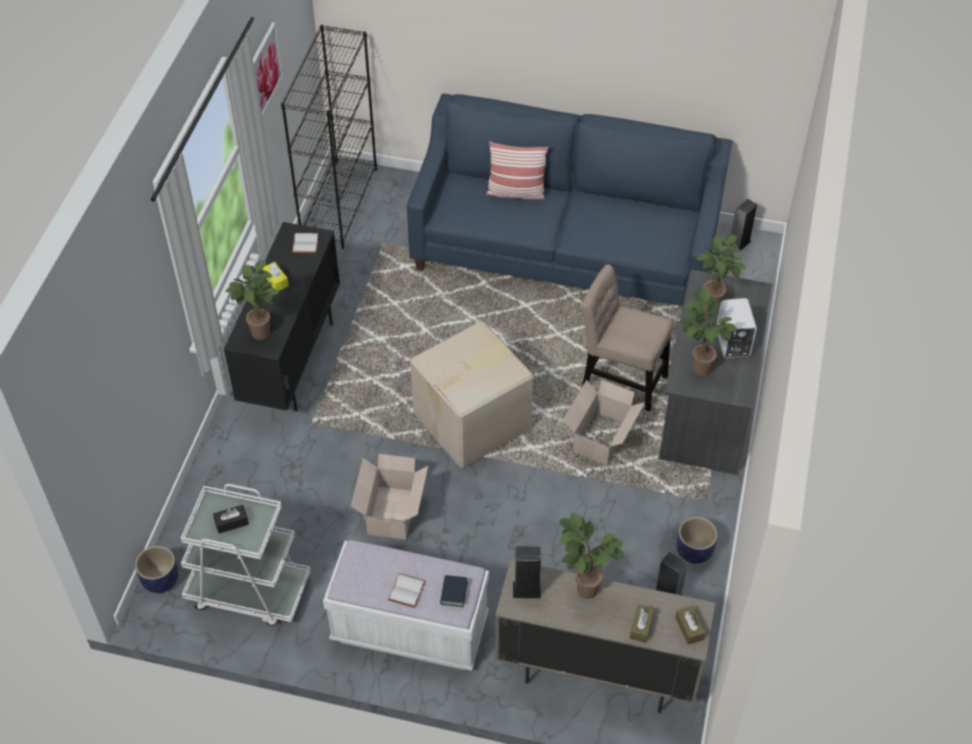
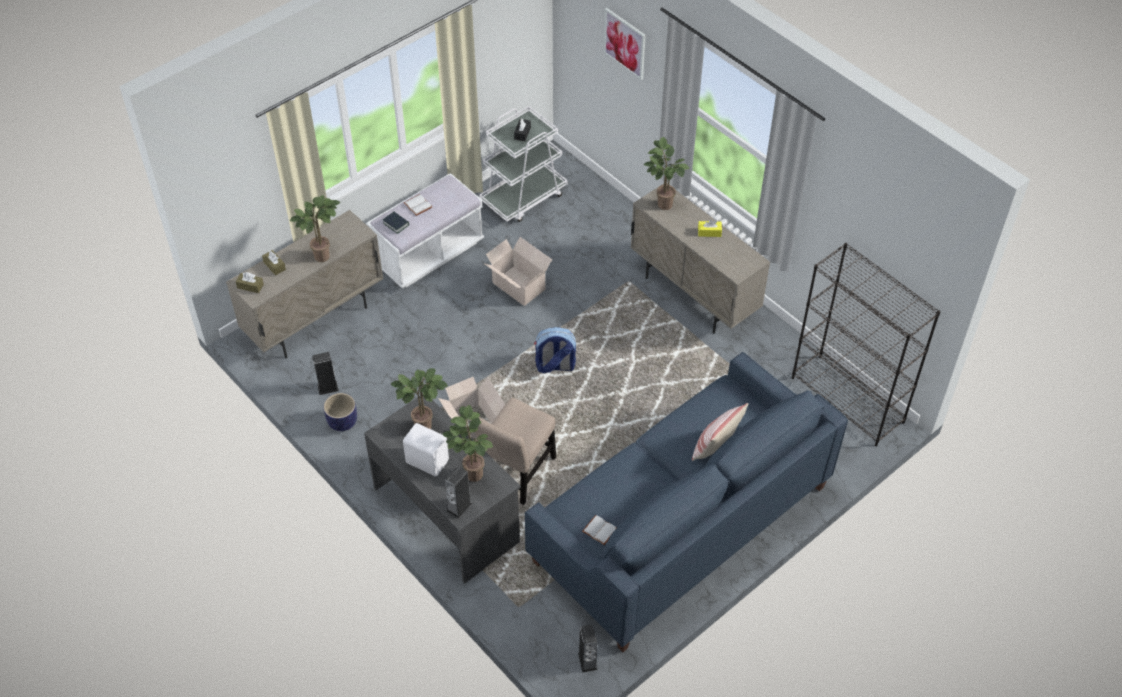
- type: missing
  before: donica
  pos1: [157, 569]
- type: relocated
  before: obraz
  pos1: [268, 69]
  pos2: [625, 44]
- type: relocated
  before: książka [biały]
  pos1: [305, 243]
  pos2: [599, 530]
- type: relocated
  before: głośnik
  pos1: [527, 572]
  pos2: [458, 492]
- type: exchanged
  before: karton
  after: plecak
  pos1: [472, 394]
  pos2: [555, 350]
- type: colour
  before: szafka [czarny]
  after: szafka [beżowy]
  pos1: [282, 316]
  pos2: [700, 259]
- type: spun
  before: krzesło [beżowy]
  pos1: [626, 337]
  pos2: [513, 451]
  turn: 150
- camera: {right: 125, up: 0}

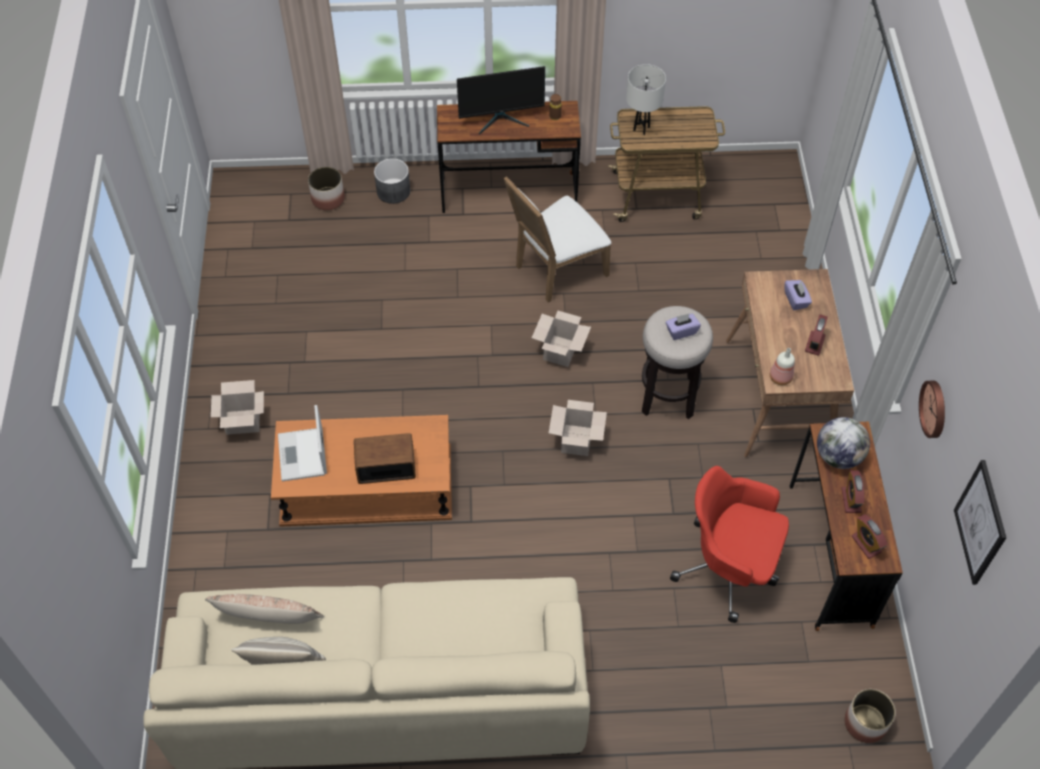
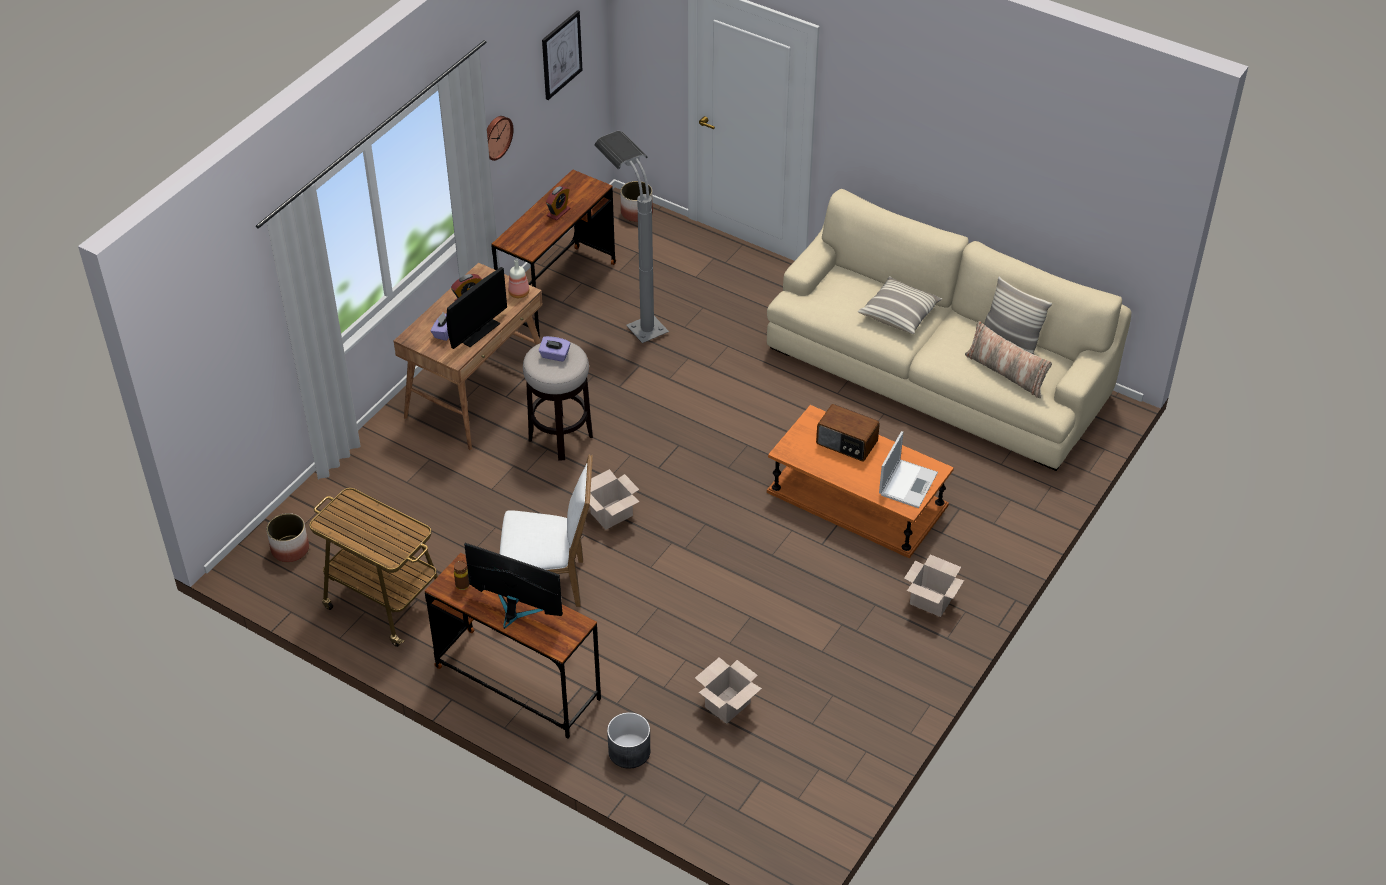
- type: missing
  before: lampa stołowa [biały]
  pos1: [646, 99]
- type: missing
  before: globus
  pos1: [843, 443]
- type: missing
  before: budzik
  pos1: [869, 536]
- type: appeared
  after: monitor
  pos2: [476, 308]
- type: appeared
  after: poduszka
  pos2: [900, 305]
- type: relocated
  before: donica
  pos1: [326, 188]
  pos2: [287, 537]
- type: relocated
  before: karton
  pos1: [578, 428]
  pos2: [728, 690]
- type: exchanged
  before: krzesło biurowe [czerwony]
  after: lampa stojąca [szary]
  pos1: [729, 544]
  pos2: [631, 237]
- camera: {right: -145, up: -10}

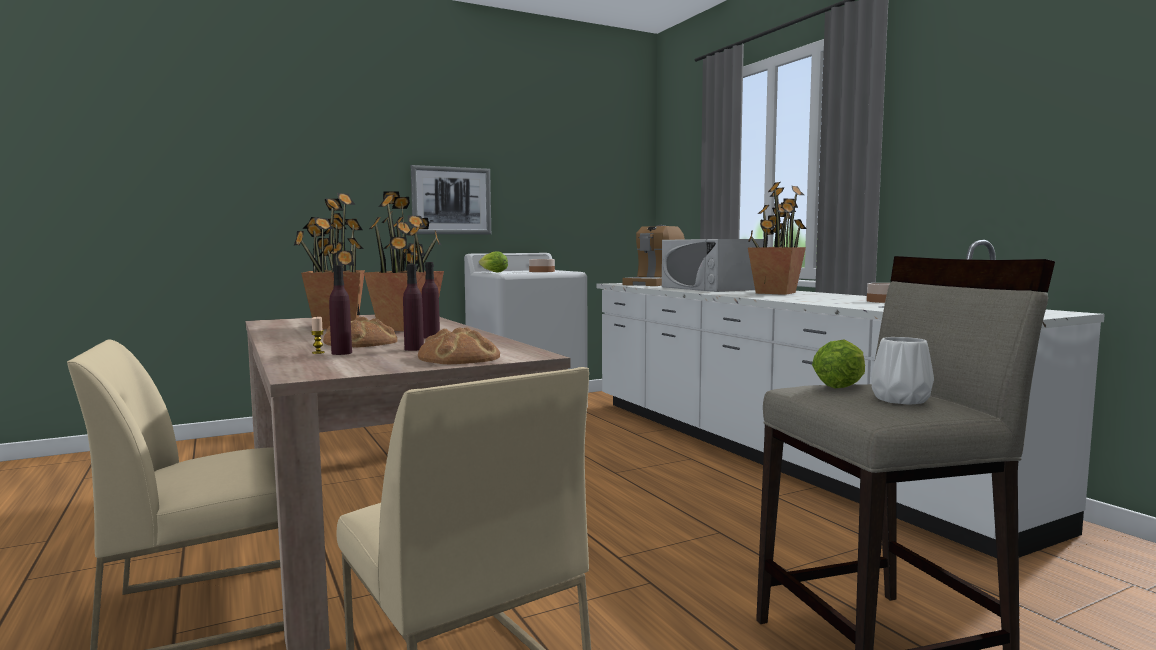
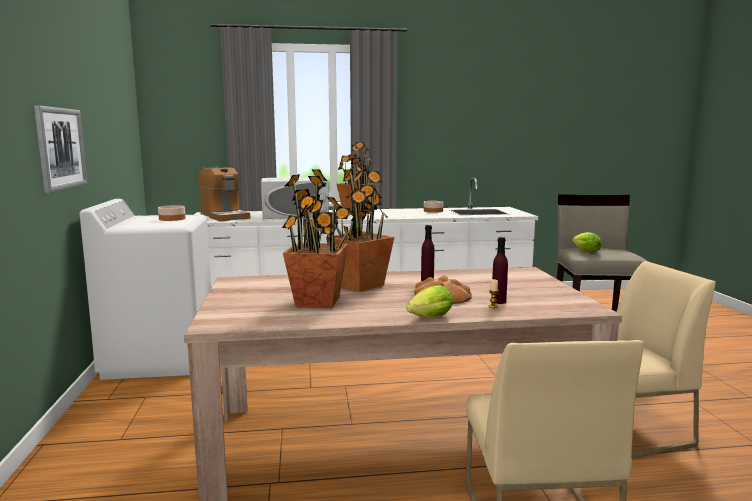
- type: missing
  before: butelka [fioletowy]
  pos1: [413, 307]
- type: missing
  before: chleb
  pos1: [459, 345]
- type: missing
  before: wazon [biały]
  pos1: [902, 371]
- type: relocated
  before: sałata
  pos1: [493, 262]
  pos2: [429, 301]
- camera: {right: -70, up: 5}

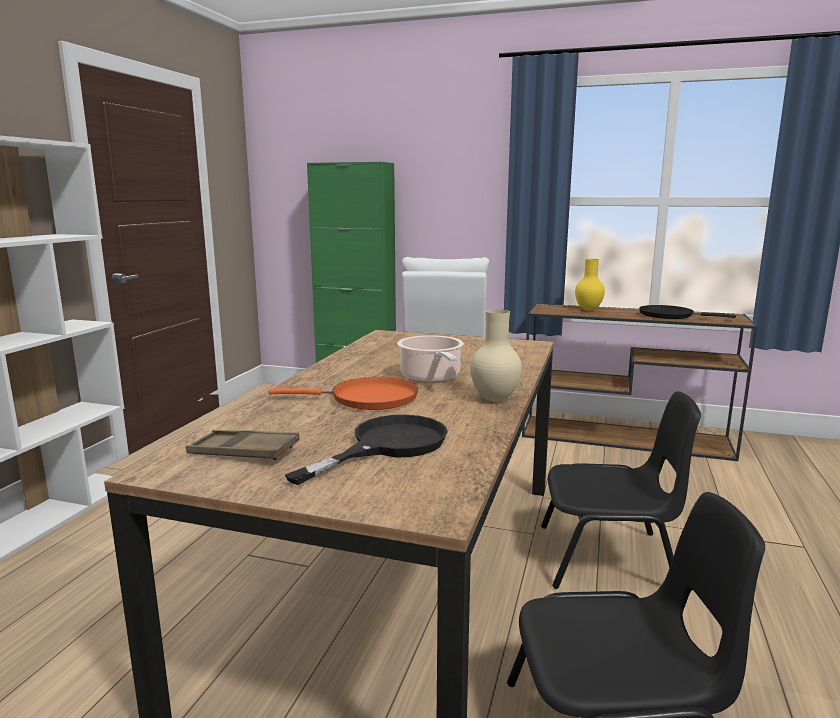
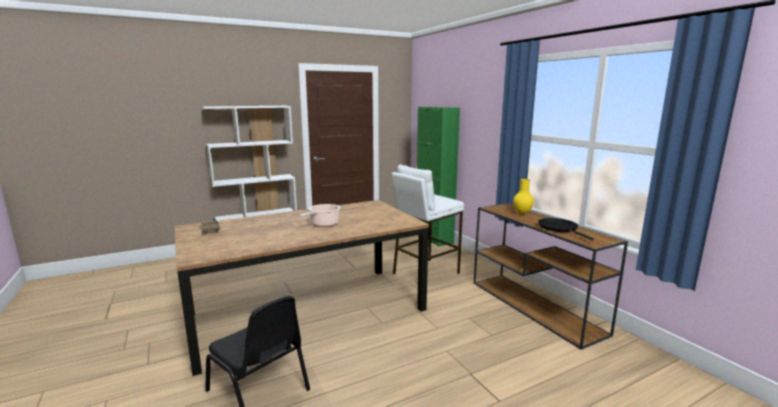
- type: missing
  before: patelnia [pomarańczowy]
  pos1: [343, 393]
- type: missing
  before: patelnia [czarny]
  pos1: [366, 450]
- type: missing
  before: wazon [beżowy]
  pos1: [496, 355]
- type: missing
  before: krzesło [czarny]
  pos1: [621, 490]
- camera: {right: 45, up: 0}

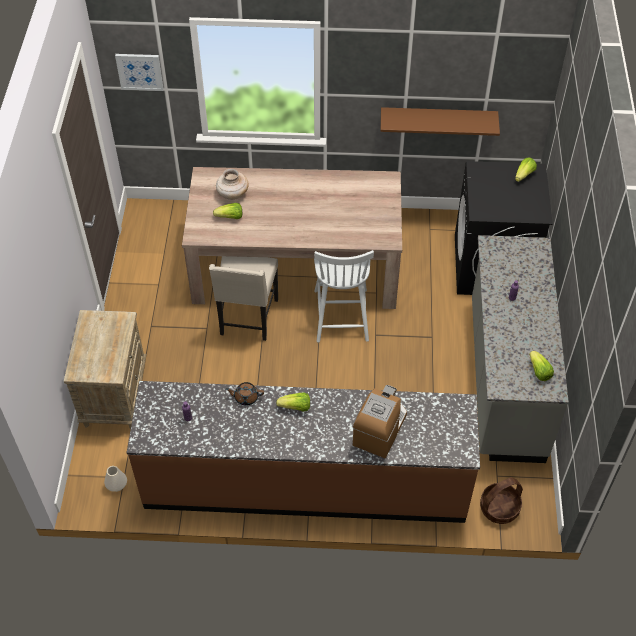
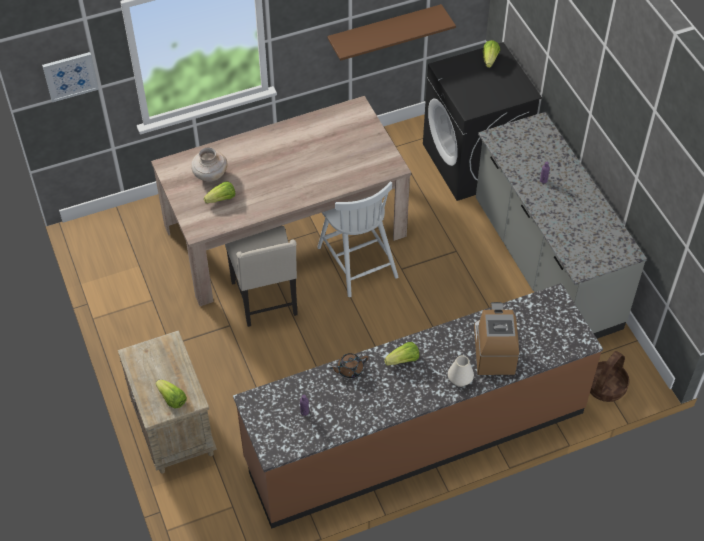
- type: relocated
  before: wazon [biały]
  pos1: [115, 479]
  pos2: [461, 371]
- type: relocated
  before: sałata
  pos1: [541, 366]
  pos2: [171, 394]
- camera: {right: -25, up: 0}

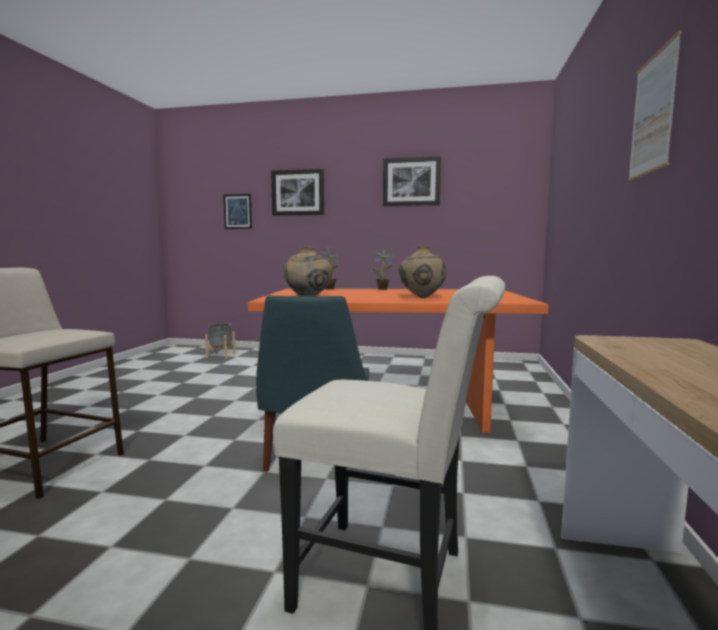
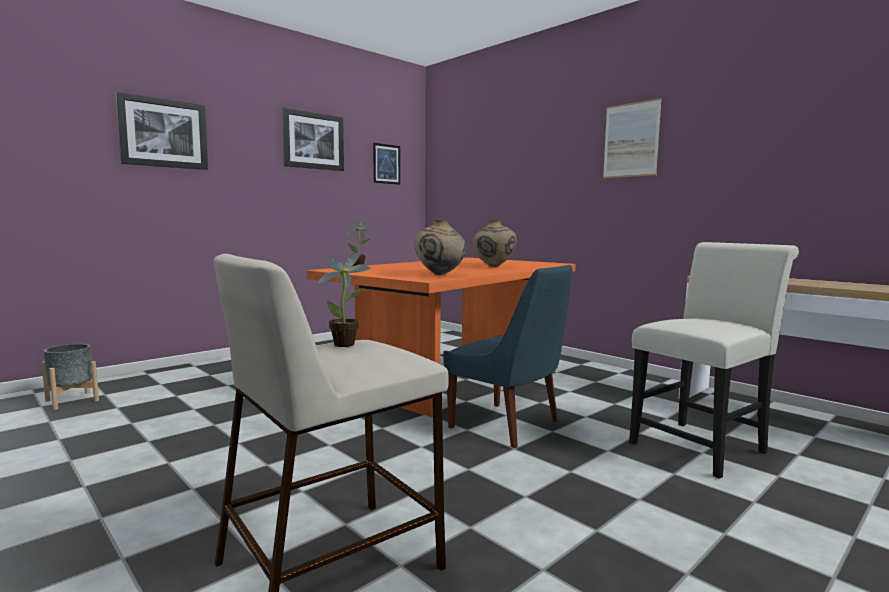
- type: relocated
  before: obraz
  pos1: [237, 211]
  pos2: [386, 163]
- type: relocated
  before: roślina doniczkowa
  pos1: [384, 269]
  pos2: [344, 299]
- camera: {right: -55, up: 0}

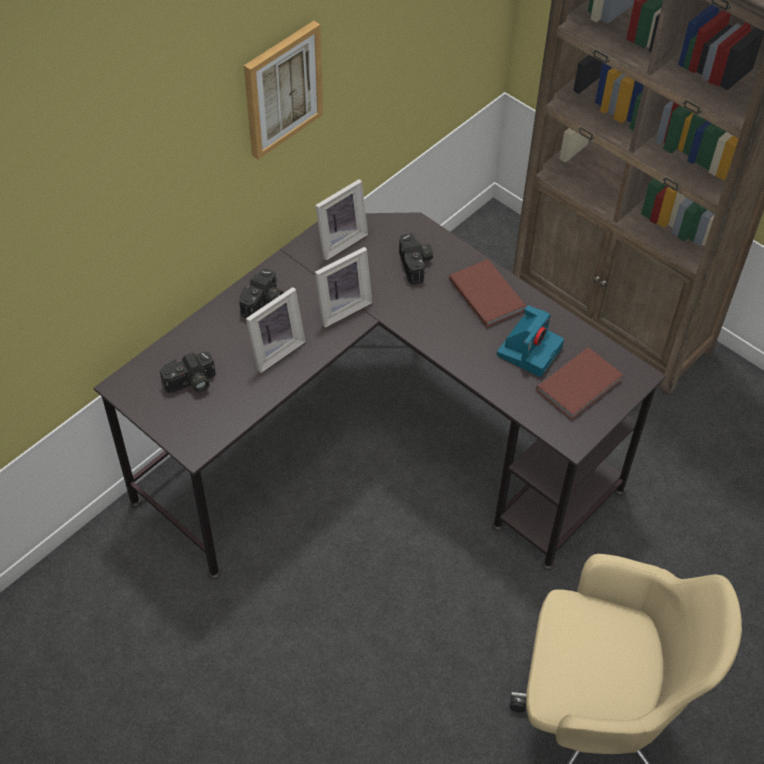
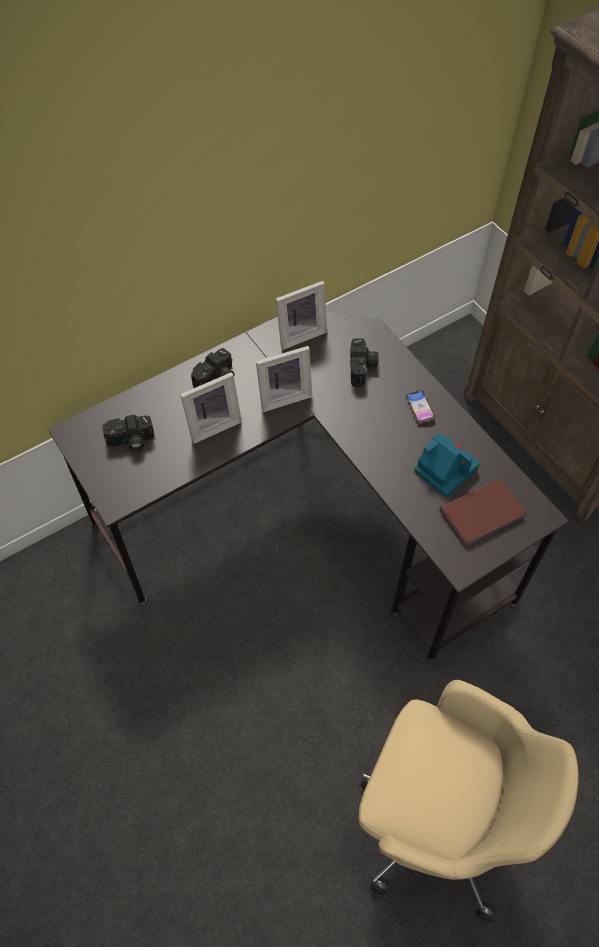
- type: missing
  before: obraz
  pos1: [283, 90]
- type: exchanged
  before: książka [brązowy]
  after: telefon
  pos1: [487, 293]
  pos2: [421, 406]
- type: spun
  before: aparat fotograficzny
  pos1: [530, 341]
  pos2: [447, 465]
  turn: -90
- camera: {right: 15, up: 5}

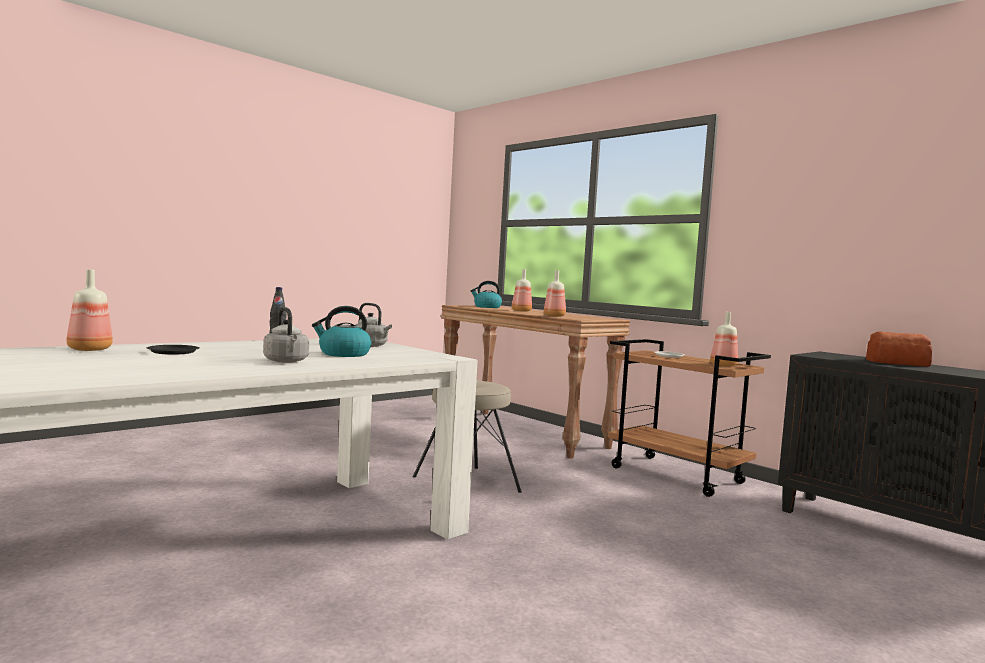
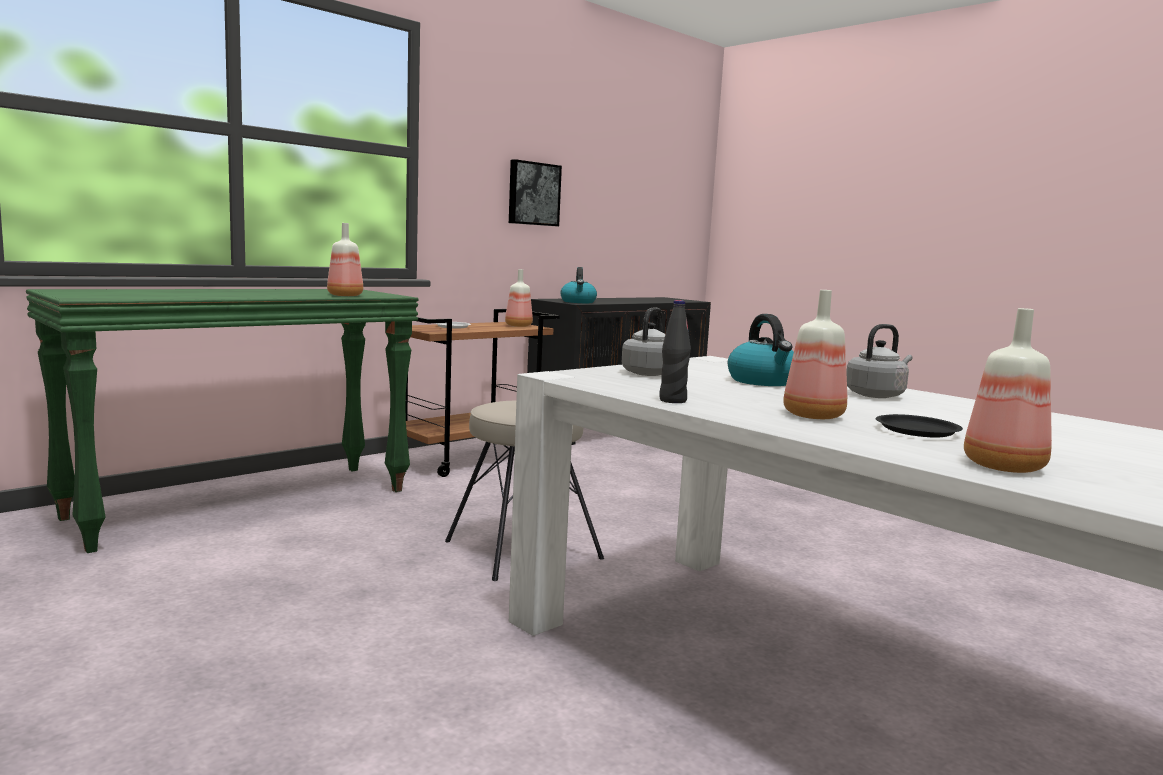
- type: missing
  before: chleb
  pos1: [899, 349]
- type: appeared
  after: obraz
  pos2: [535, 192]
- type: relocated
  before: czajnik
  pos1: [486, 294]
  pos2: [578, 285]
- type: relocated
  before: butelka
  pos1: [522, 290]
  pos2: [815, 354]
- type: colour
  before: stolik konsolowy [brązowy]
  after: stolik konsolowy [zielony]
  pos1: [535, 382]
  pos2: [222, 421]
- camera: {right: -90, up: 5}

